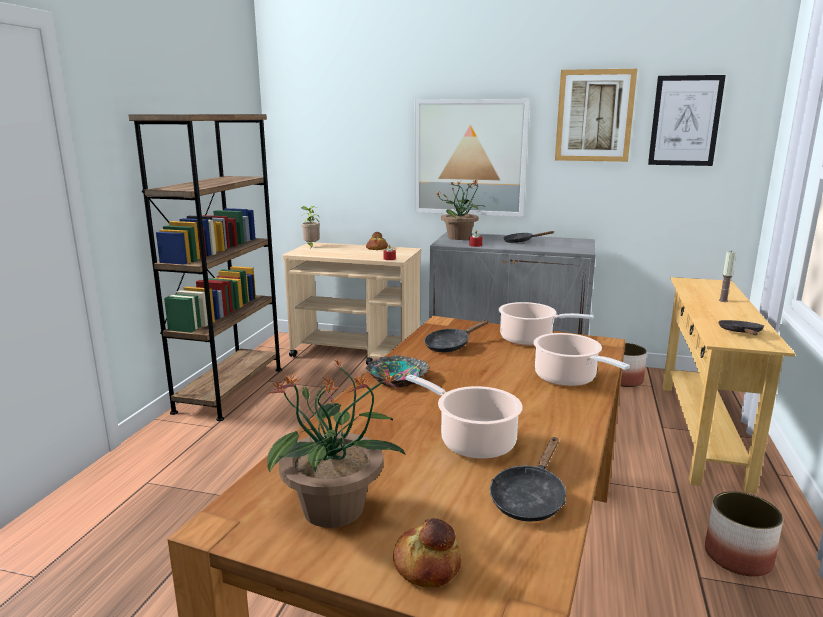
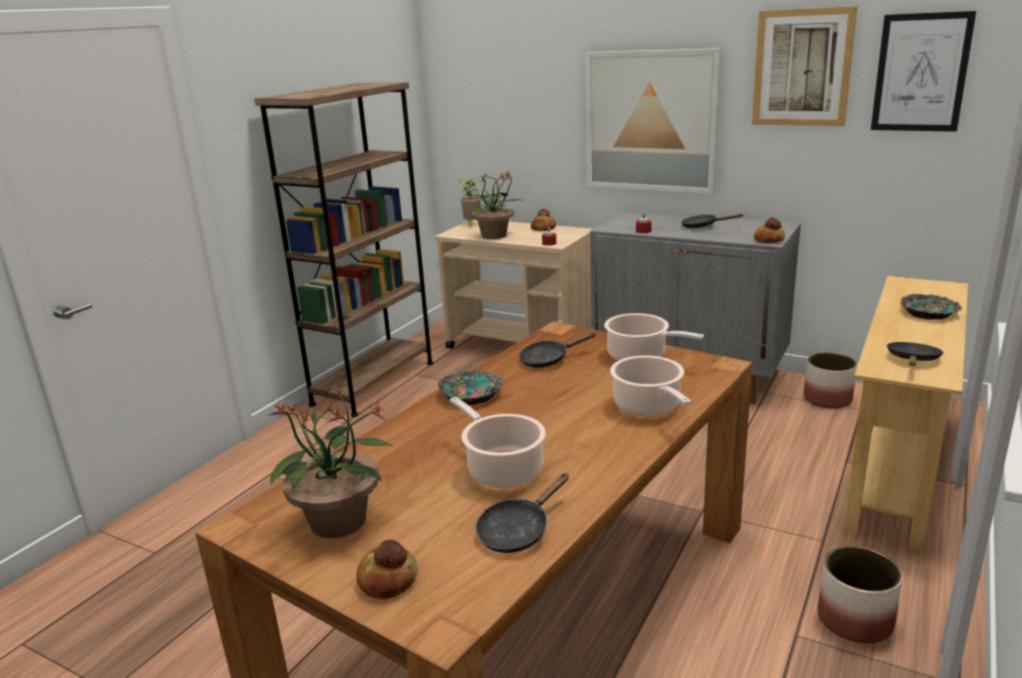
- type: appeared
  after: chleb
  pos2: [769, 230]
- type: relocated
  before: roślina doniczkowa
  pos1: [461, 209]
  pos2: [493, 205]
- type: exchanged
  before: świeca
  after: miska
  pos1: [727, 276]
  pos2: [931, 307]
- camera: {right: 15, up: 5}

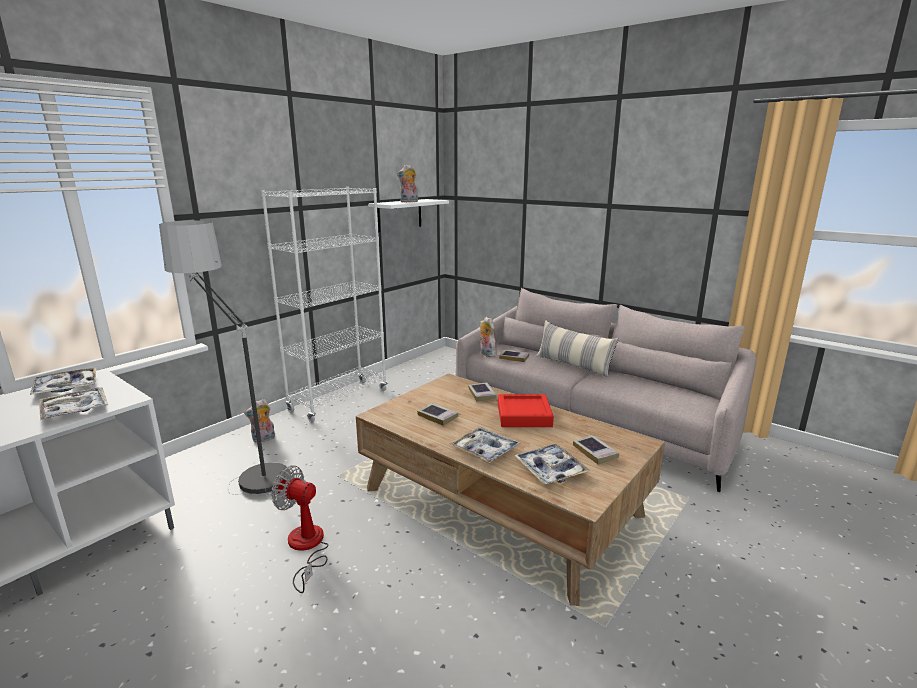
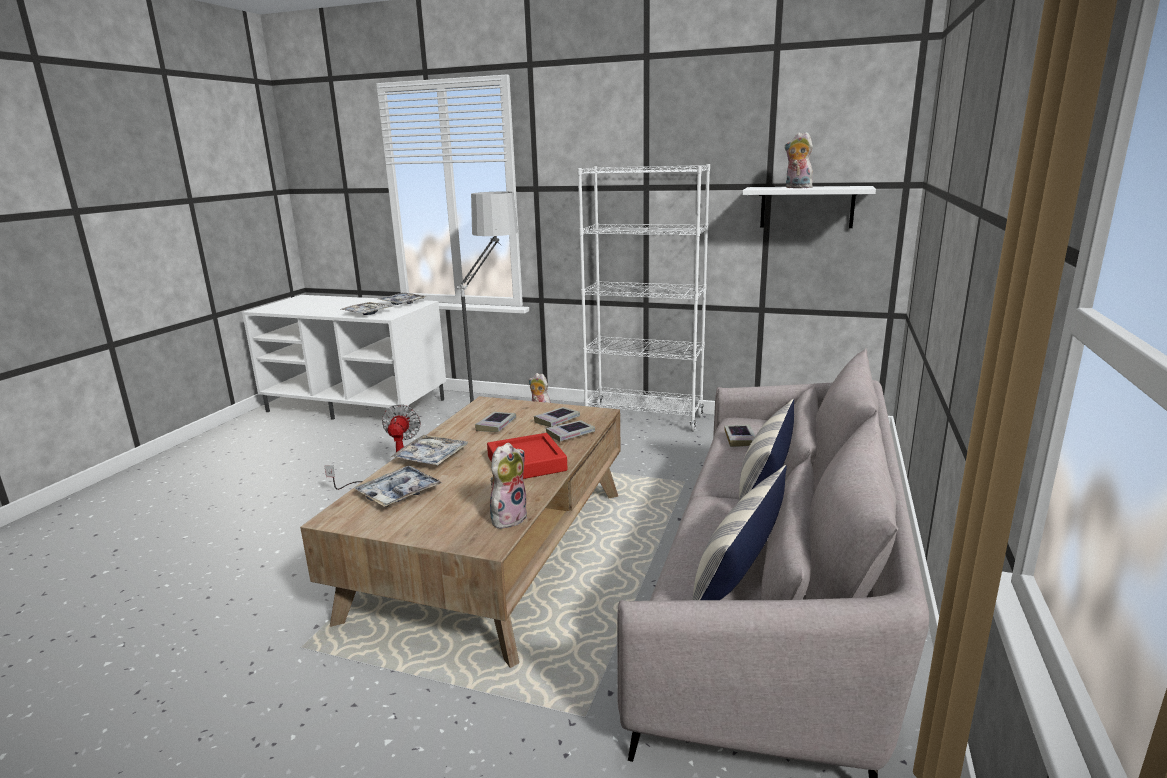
- type: appeared
  after: poduszka
  pos2: [740, 532]
- type: relocated
  before: pluszak
  pos1: [488, 337]
  pos2: [509, 485]
- type: relocated
  before: książka
  pos1: [596, 450]
  pos2: [557, 417]
- camera: {right: 70, up: 0}

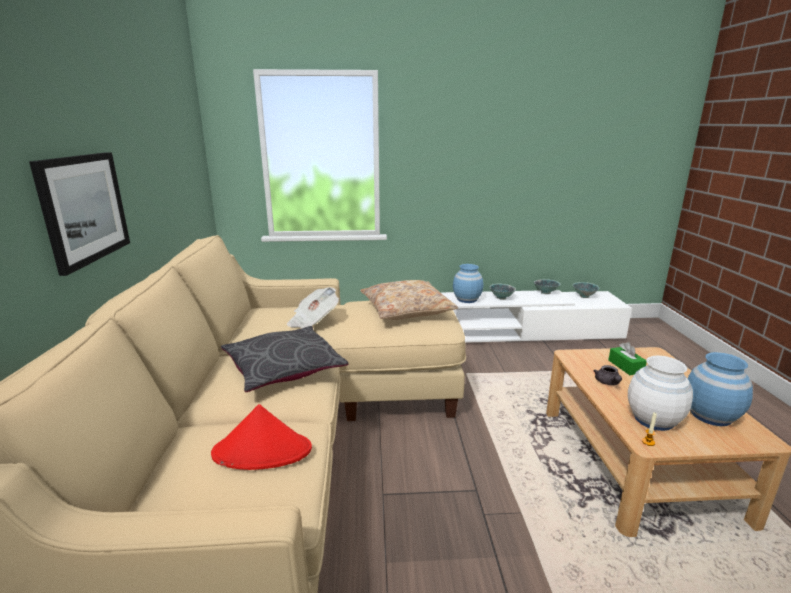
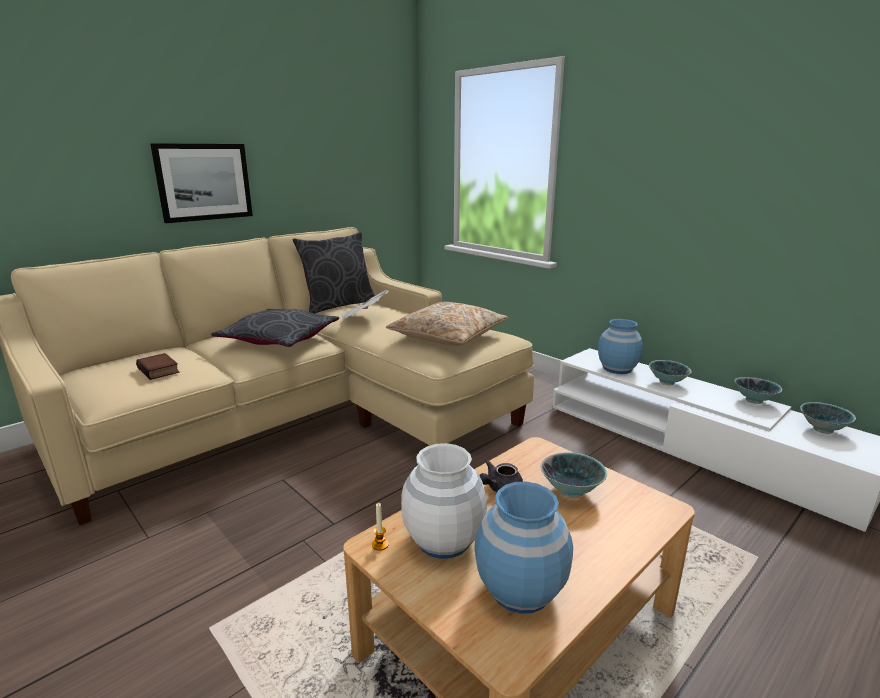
- type: appeared
  after: poduszka [szary]
  pos2: [334, 272]
- type: exchanged
  before: kapelusz [czerwony]
  after: książka
  pos1: [261, 437]
  pos2: [157, 366]
- type: exchanged
  before: pudełko chusteczek [zielony]
  after: miska
  pos1: [627, 358]
  pos2: [573, 475]
- camera: {right: 50, up: 0}

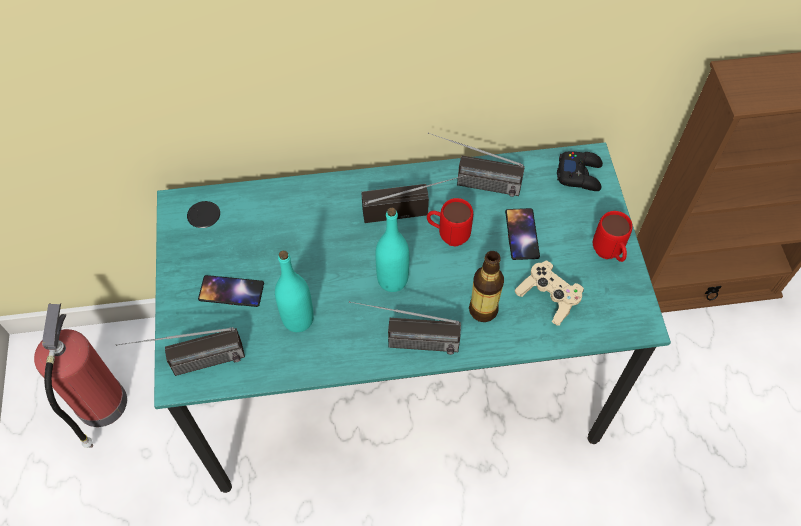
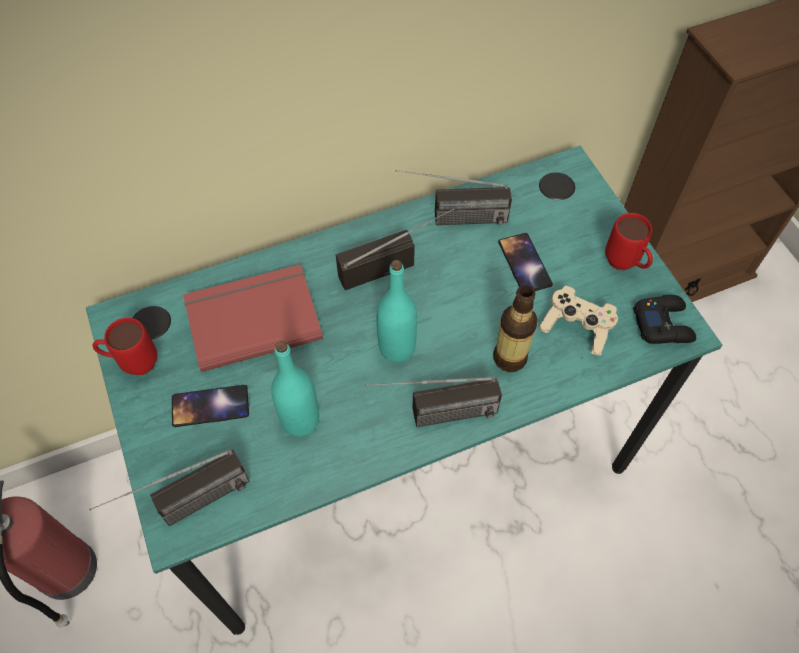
- type: appeared
  after: książka [czerwony]
  pos2: [253, 318]
- type: relocated
  before: kubek [czerwony]
  pos1: [450, 222]
  pos2: [125, 346]
- type: relocated
  before: pad do gier [czarny]
  pos1: [580, 171]
  pos2: [664, 319]
- camera: {right: -15, up: 0}

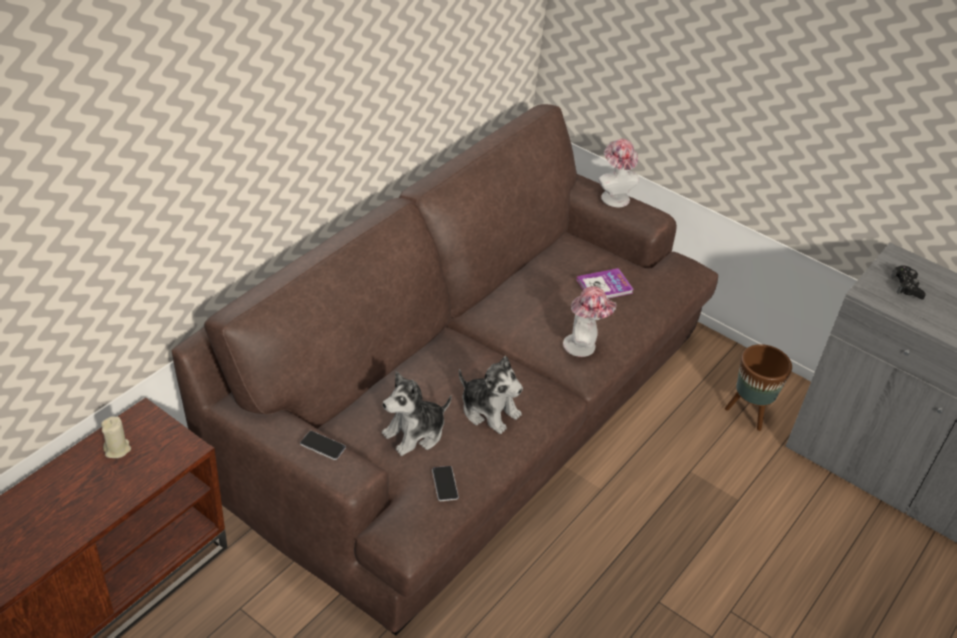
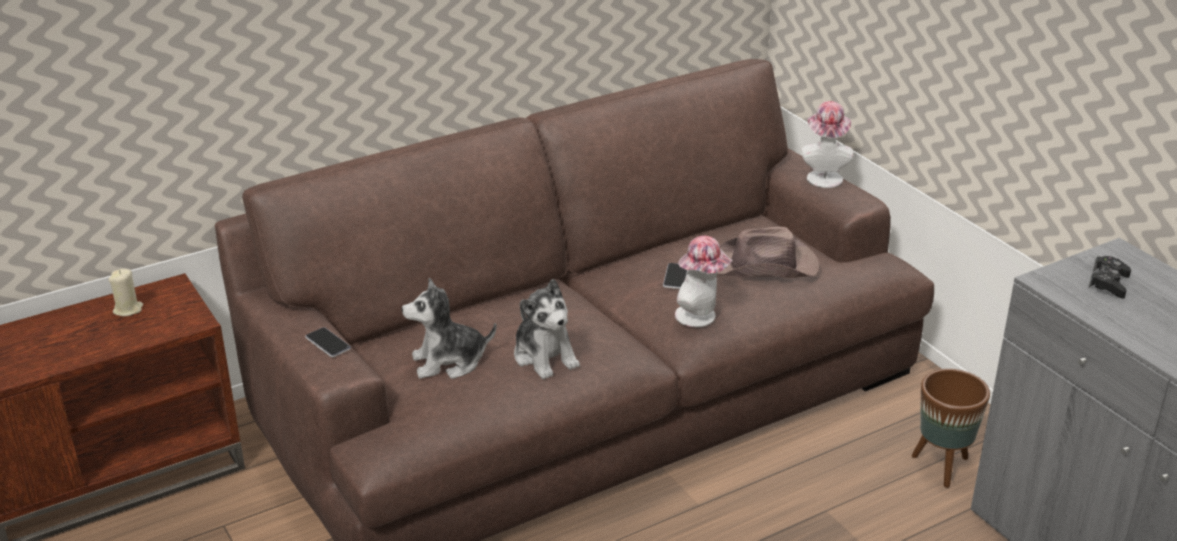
- type: relocated
  before: telefon
  pos1: [445, 483]
  pos2: [675, 276]
- type: exchanged
  before: książka
  after: kapelusz [brązowy]
  pos1: [605, 283]
  pos2: [769, 252]
- camera: {right: 25, up: -10}

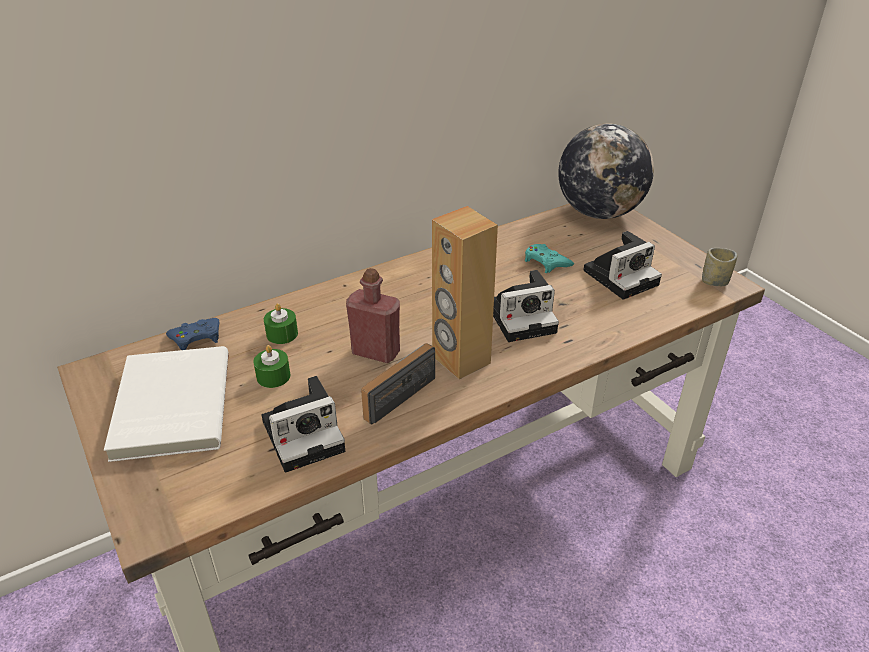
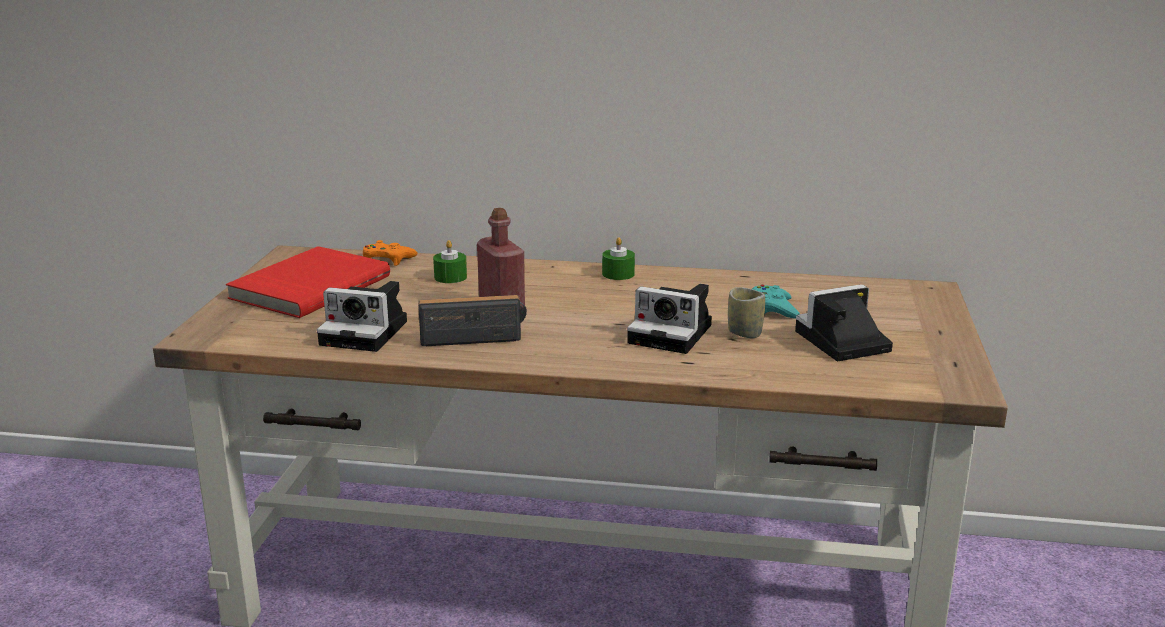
- type: missing
  before: głośnik [brązowy]
  pos1: [465, 292]
- type: missing
  before: globus
  pos1: [606, 171]
- type: relocated
  before: świeca [zielony]
  pos1: [271, 366]
  pos2: [618, 258]
- type: relocated
  before: filiżanka
  pos1: [719, 267]
  pos2: [746, 312]
- type: colour
  before: książka [biały]
  after: książka [czerwony]
  pos1: [166, 404]
  pos2: [308, 282]
- type: colour
  before: pad do gier [niebieski]
  after: pad do gier [pomarańczowy]
  pos1: [192, 334]
  pos2: [390, 253]
- type: spun
  before: aparat fotograficzny
  pos1: [622, 265]
  pos2: [844, 322]
  turn: 150
- camera: {right: 40, up: -15}

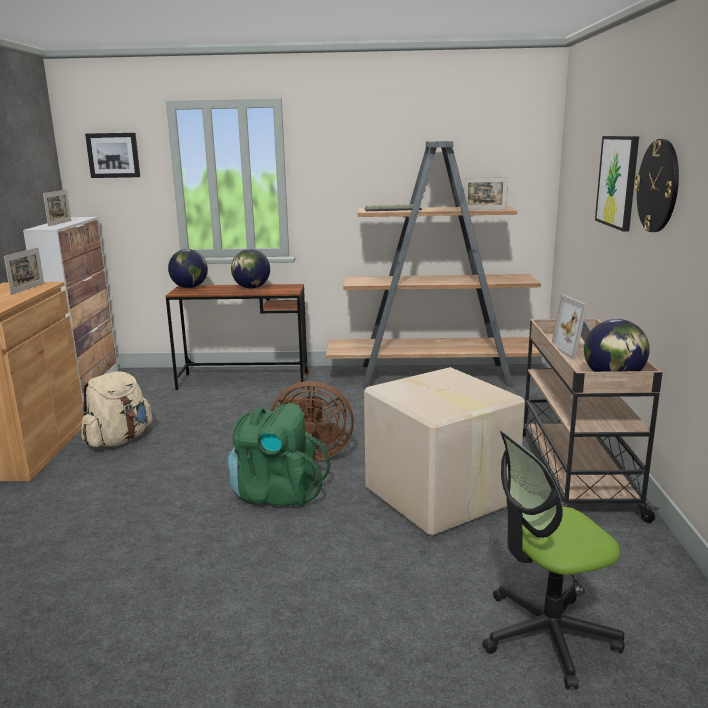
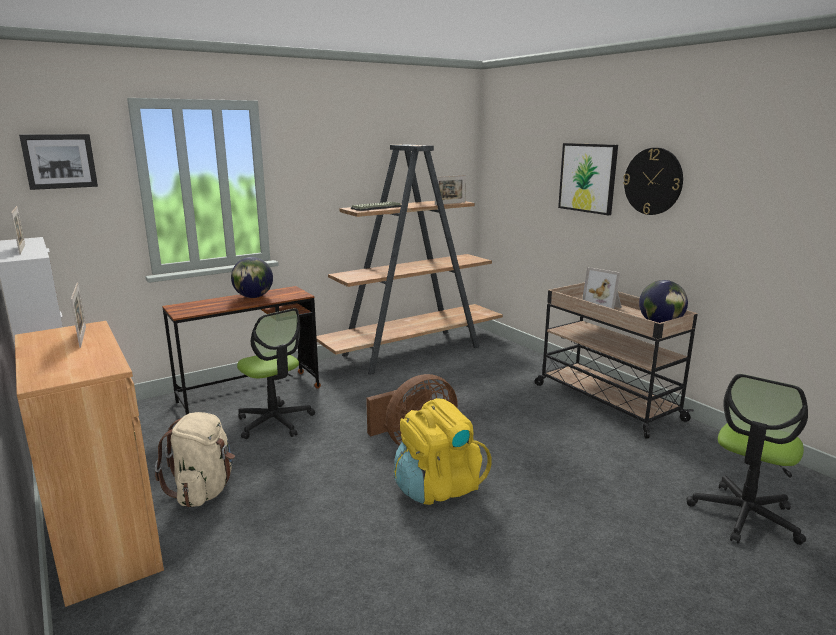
- type: missing
  before: globus
  pos1: [188, 268]
- type: missing
  before: karton
  pos1: [444, 451]
- type: appeared
  after: krzesło biurowe
  pos2: [276, 373]
- type: colour
  before: plecak [zielony]
  after: plecak [żółty]
  pos1: [279, 454]
  pos2: [443, 451]
- camera: {right: -35, up: 0}

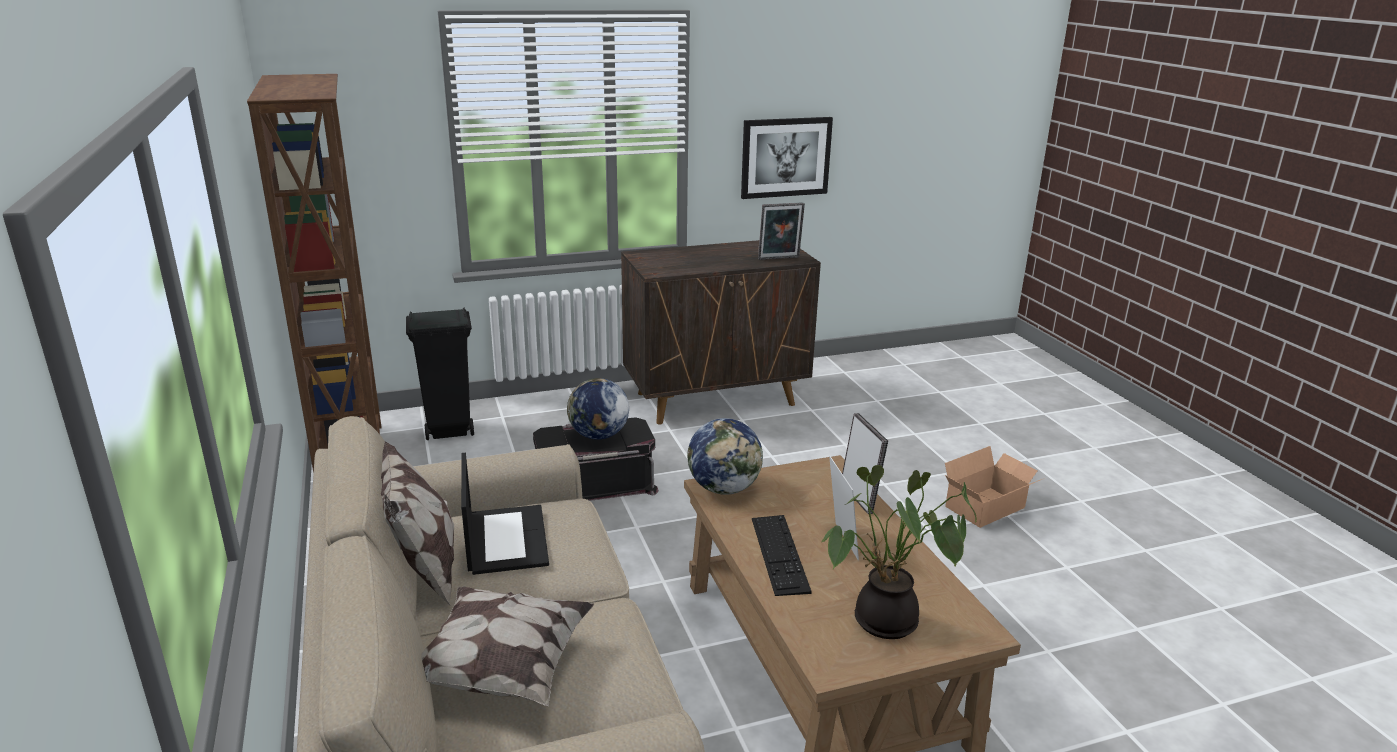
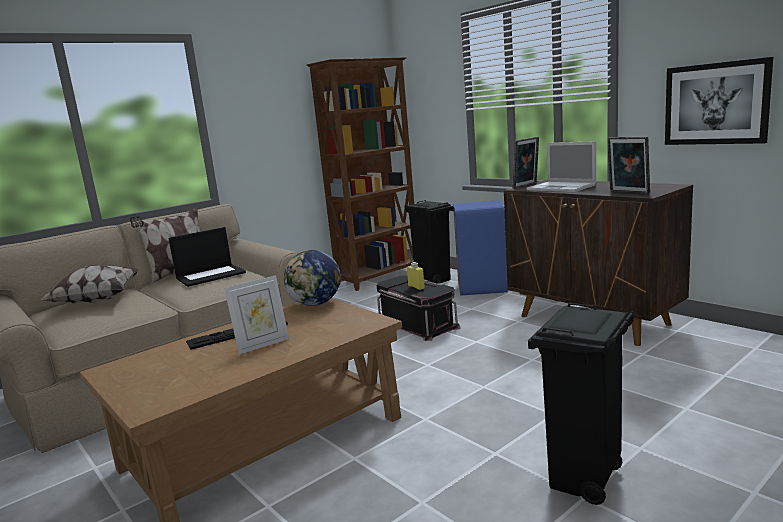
- type: missing
  before: roślina doniczkowa
  pos1: [899, 552]
- type: appeared
  after: kosz na śmieci [niebieski]
  pos2: [480, 248]
- type: appeared
  after: laptop
  pos2: [561, 166]
- type: relocated
  before: ramka na zdjęcie
  pos1: [865, 463]
  pos2: [526, 163]
- type: exchanged
  before: globus
  after: butelka [żółty]
  pos1: [598, 409]
  pos2: [416, 276]
- type: exchanged
  before: karton
  after: kosz na śmieci [czarny]
  pos1: [995, 487]
  pos2: [581, 404]
- camera: {right: 70, up: -10}

